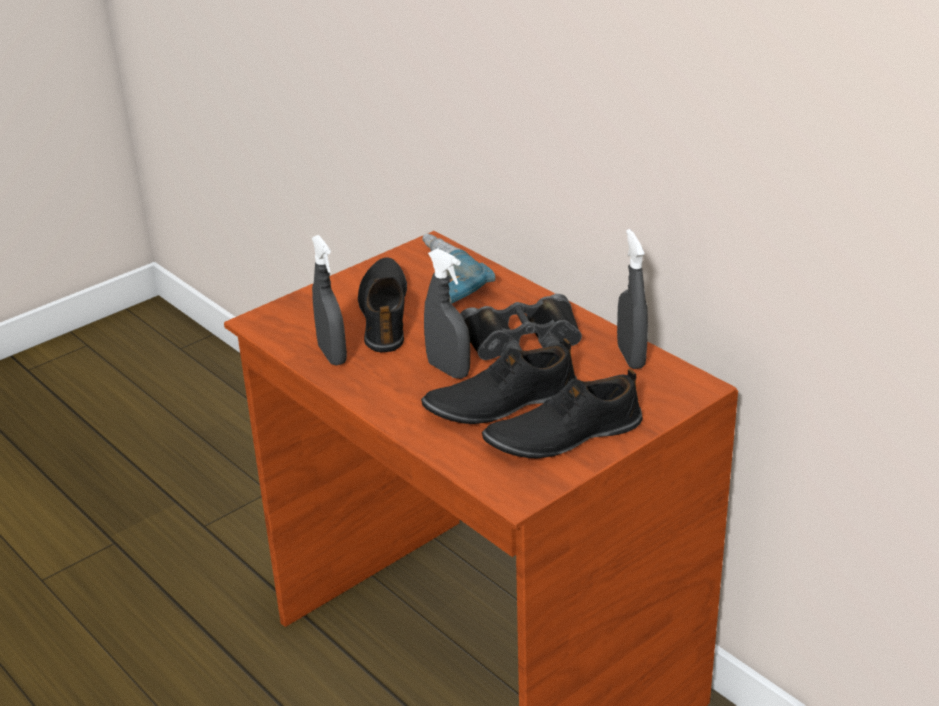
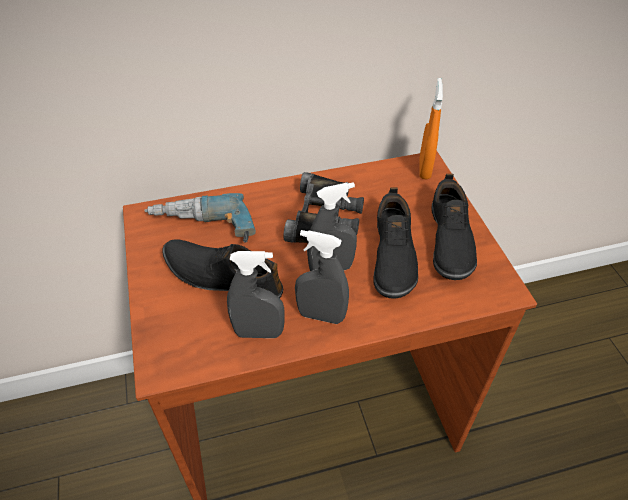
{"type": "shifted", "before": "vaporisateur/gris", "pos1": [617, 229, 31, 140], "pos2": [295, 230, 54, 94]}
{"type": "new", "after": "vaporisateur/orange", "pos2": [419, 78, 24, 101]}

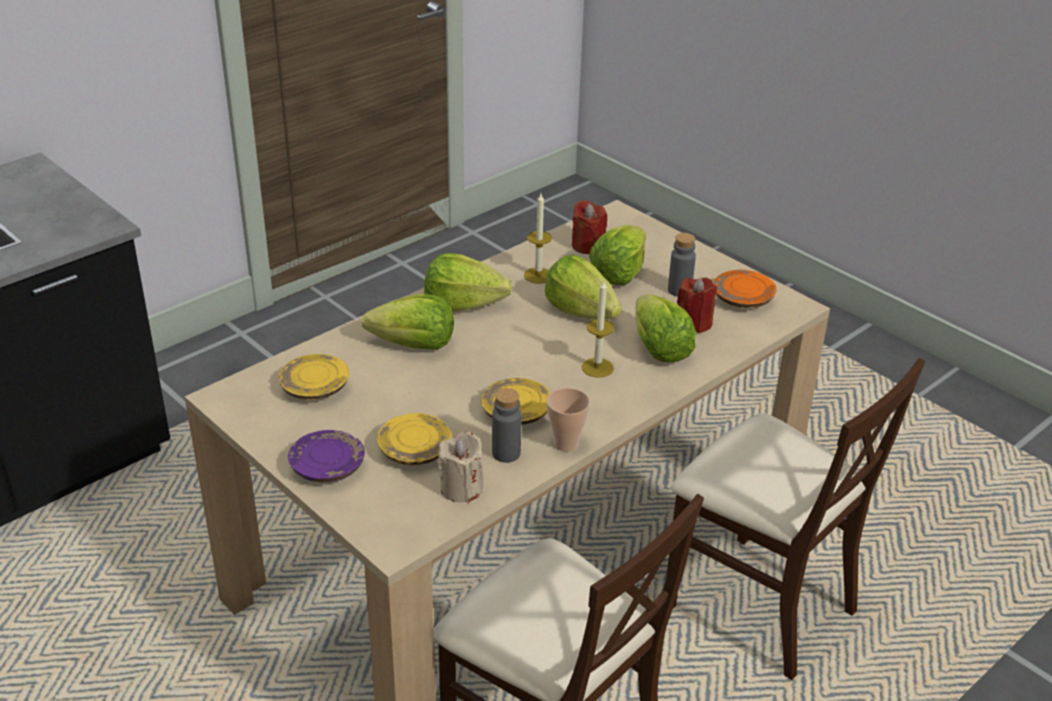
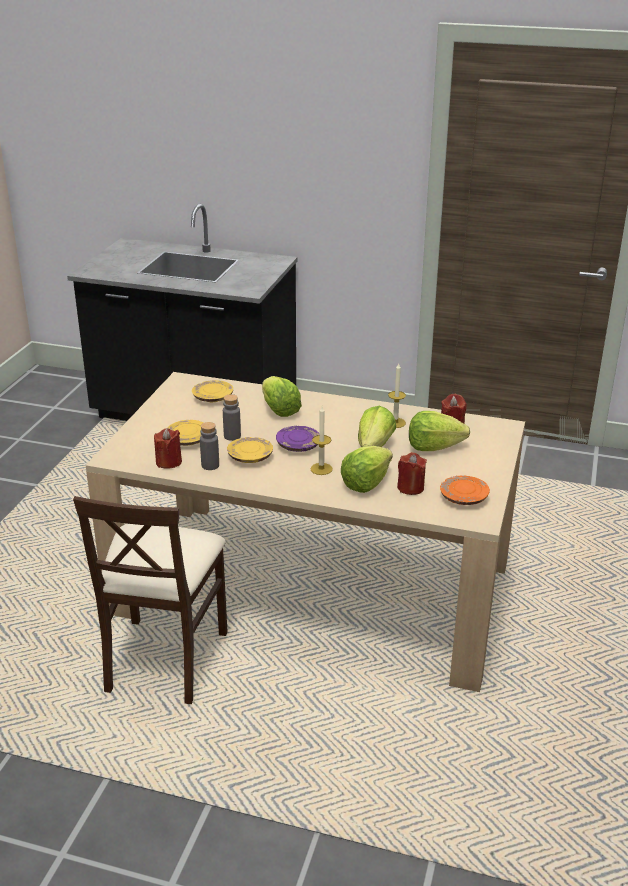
{"type": "shifted", "before": "bouteille/gris", "pos1": [668, 233, 28, 64], "pos2": [223, 394, 18, 47]}
{"type": "gone", "before": "laitue", "pos1": [424, 253, 88, 58]}
{"type": "gone", "before": "chaise/beige", "pos1": [666, 358, 259, 322]}
{"type": "gone", "before": "tasse", "pos1": [547, 388, 43, 64]}
{"type": "shifted", "before": "assiette/violet", "pos1": [288, 430, 77, 52], "pos2": [276, 426, 43, 26]}
{"type": "repainted", "before": "bougie/beige", "after": "bougie/rouge", "pos1": [437, 432, 46, 71], "pos2": [154, 428, 28, 41]}

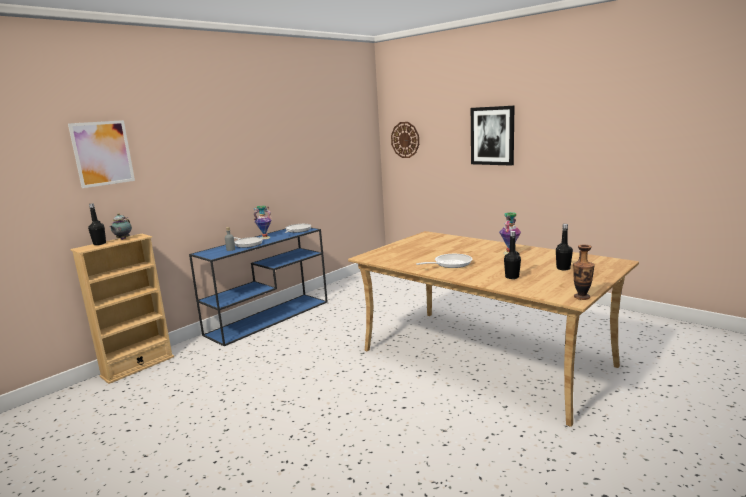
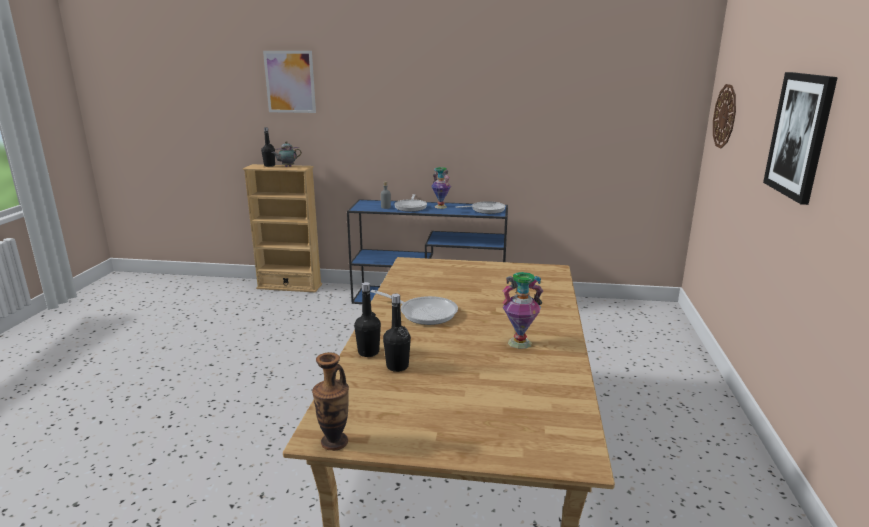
{"type": "shifted", "before": "bouteille/noir", "pos1": [556, 224, 17, 46], "pos2": [354, 282, 27, 75]}

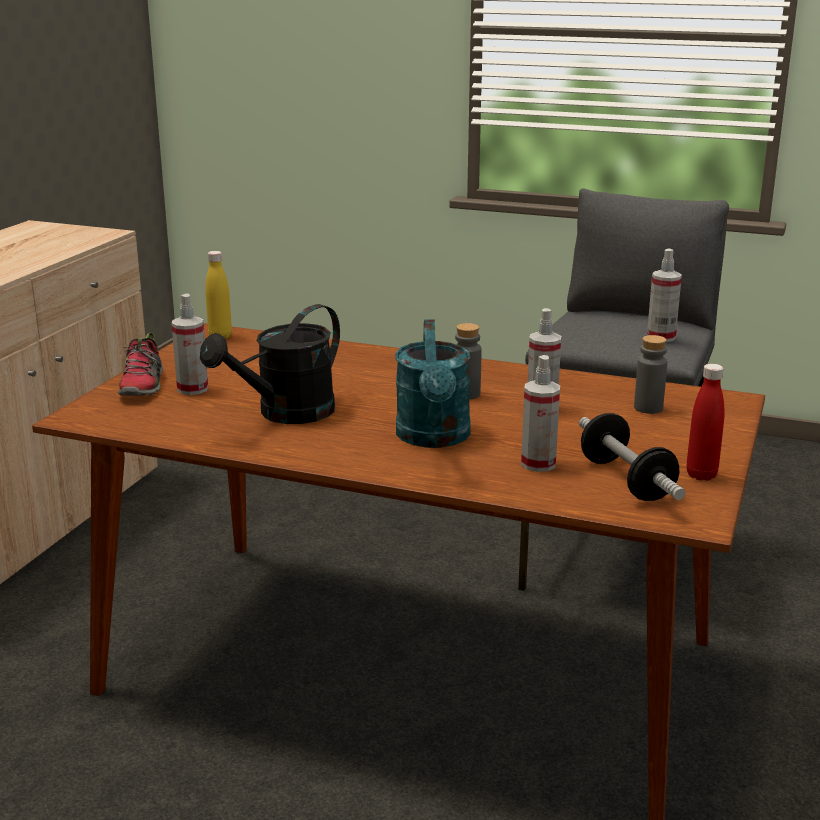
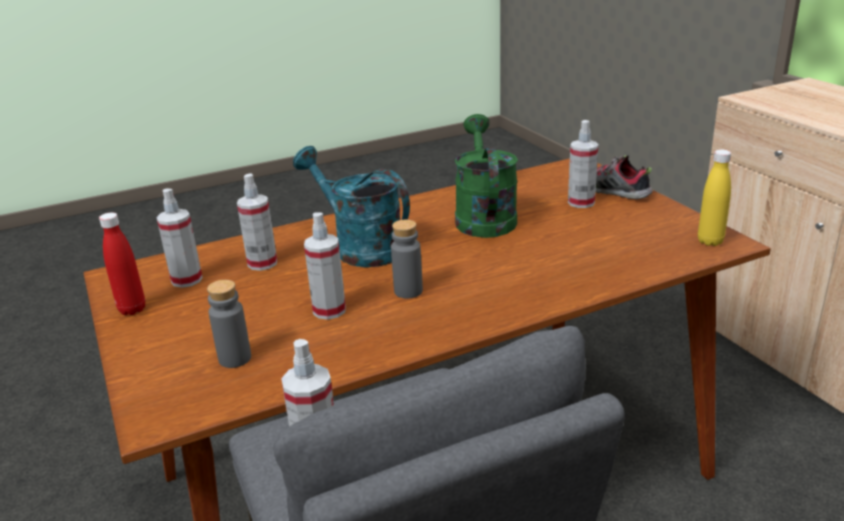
{"type": "repainted", "before": "arrosoir/noir", "after": "arrosoir/vert", "pos1": [200, 304, 140, 120], "pos2": [455, 114, 63, 124]}
{"type": "swapped", "before": "haltère", "after": "vaporisateur", "pos1": [579, 413, 107, 88], "pos2": [156, 189, 47, 99]}

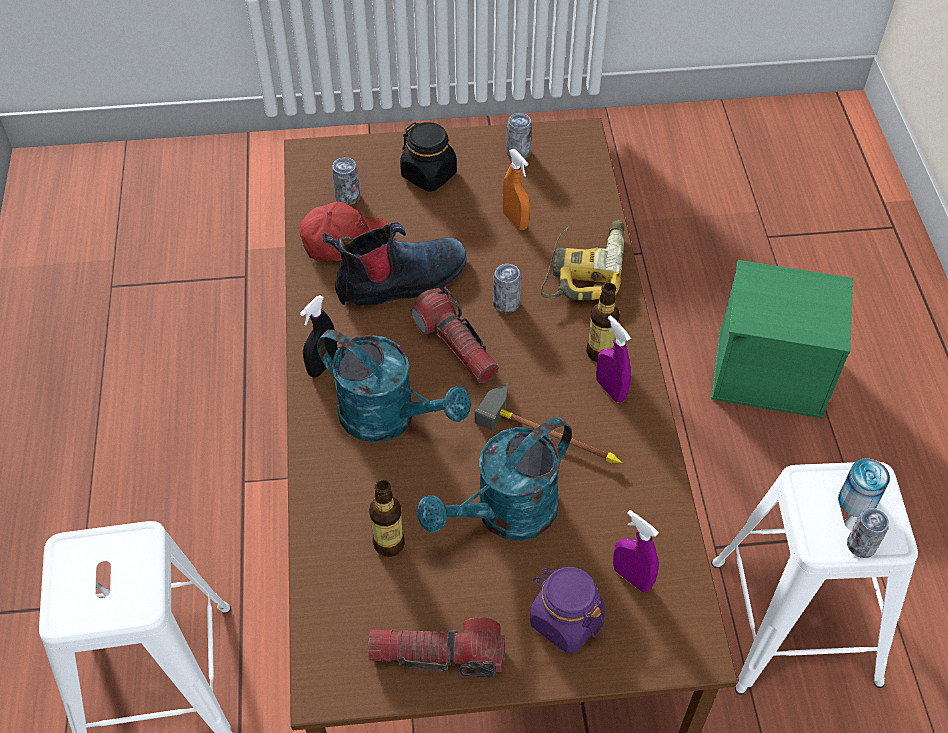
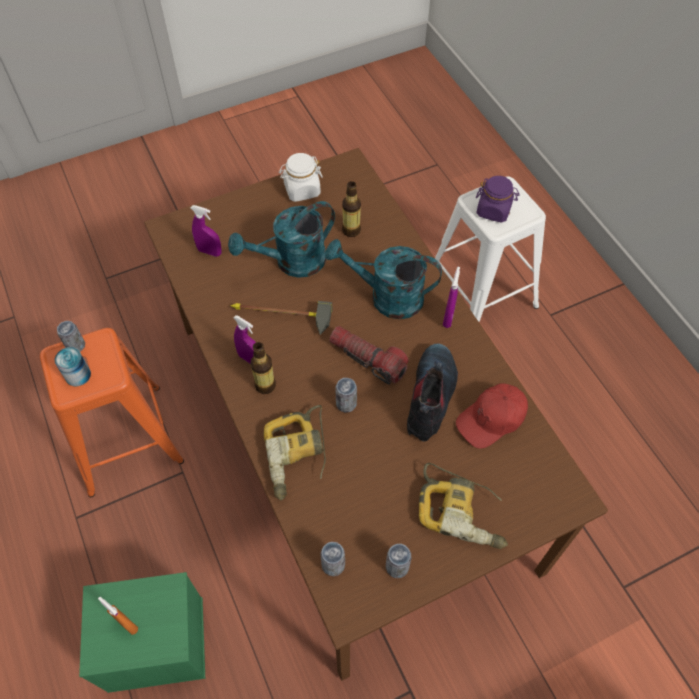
{"type": "swapped", "before": "bocal/noir", "after": "perceuse", "pos1": [400, 122, 57, 70], "pos2": [419, 463, 89, 86]}
{"type": "shifted", "before": "vaporisateur/orange", "pos1": [502, 149, 28, 81], "pos2": [98, 597, 40, 38]}
{"type": "shifted", "before": "boîte métallique", "pos1": [332, 157, 28, 48], "pos2": [320, 542, 25, 34]}
{"type": "rotated", "before": "botte", "pos1": [323, 222, 144, 84], "pos2": [407, 344, 51, 97], "turn": 150}
{"type": "repainted", "before": "vaporisateur/noir", "after": "vaporisateur/violet", "pos1": [300, 295, 37, 83], "pos2": [443, 267, 17, 61]}
{"type": "rotated", "before": "arrosoir/turquoise", "pos1": [417, 417, 155, 124], "pos2": [228, 201, 107, 77], "turn": -150}
{"type": "repainted", "before": "tabouret/blanc", "after": "tabouret/orange", "pos1": [711, 462, 207, 233], "pos2": [40, 328, 144, 169]}
{"type": "shifted", "before": "bocal/violet", "pos1": [530, 567, 75, 86], "pos2": [476, 176, 44, 47]}
{"type": "swapped", "before": "lampe de poche", "after": "bocal/blanc", "pos1": [368, 617, 137, 61], "pos2": [279, 153, 44, 49]}

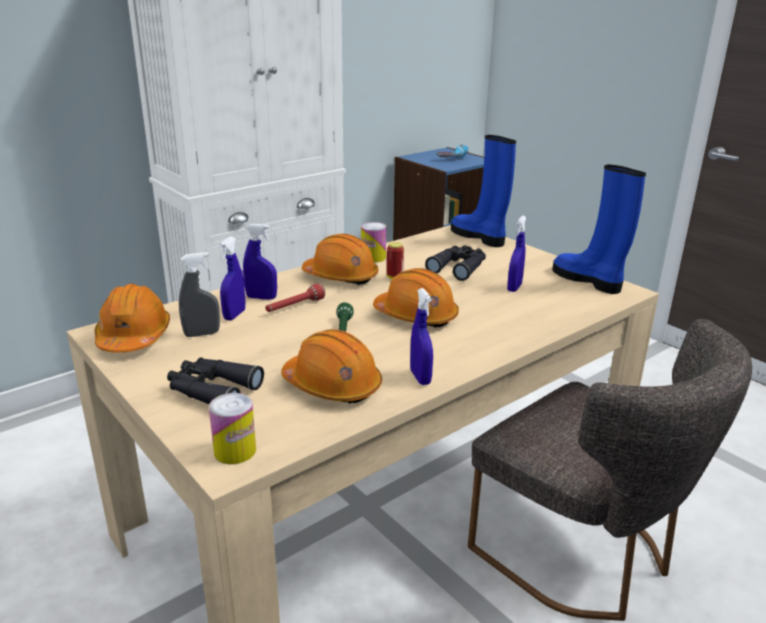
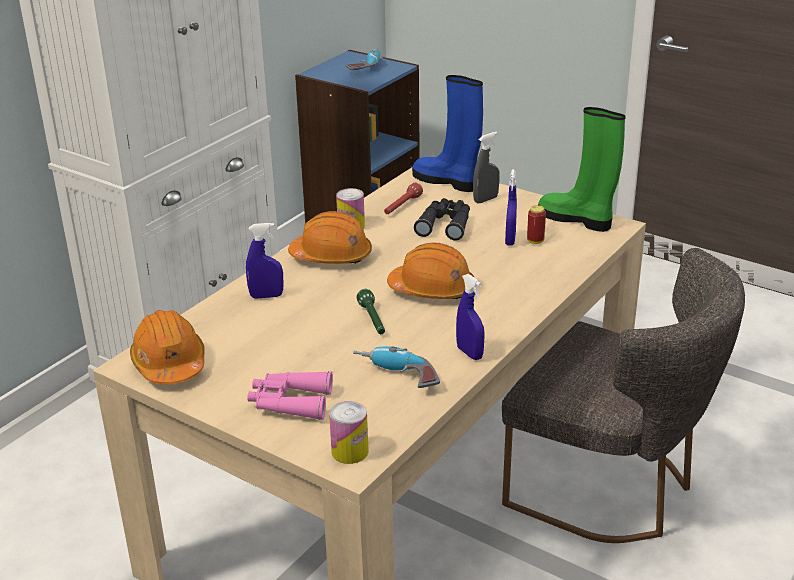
{"type": "repainted", "before": "botte/bleu", "after": "botte/vert", "pos1": [552, 165, 94, 129], "pos2": [538, 107, 87, 125]}
{"type": "gone", "before": "vaporisateur/bleu", "pos1": [219, 237, 26, 83]}
{"type": "shifted", "before": "boîte métallique", "pos1": [387, 242, 17, 37], "pos2": [527, 205, 19, 39]}
{"type": "shifted", "before": "vaporisateur/gris", "pos1": [179, 252, 41, 85], "pos2": [473, 132, 26, 71]}
{"type": "shifted", "before": "lampe de poche/rouge", "pos1": [265, 283, 60, 29], "pos2": [384, 183, 39, 31]}
{"type": "swapped", "before": "casque de chantier/orange", "after": "perceuse", "pos1": [281, 329, 101, 75], "pos2": [353, 346, 87, 42]}
{"type": "repainted", "before": "jumelles/noir", "after": "jumelles/rose", "pos1": [167, 357, 97, 47], "pos2": [247, 371, 86, 49]}

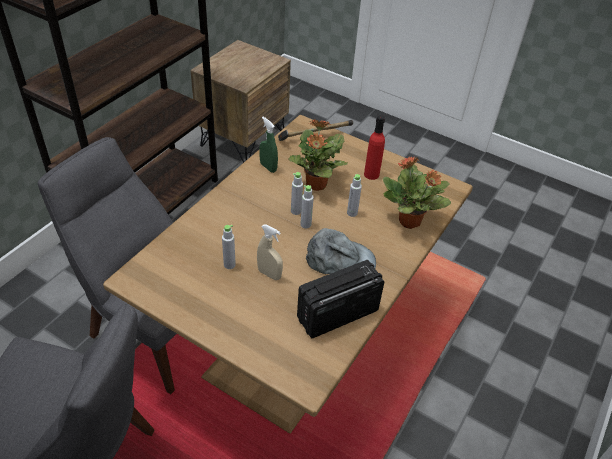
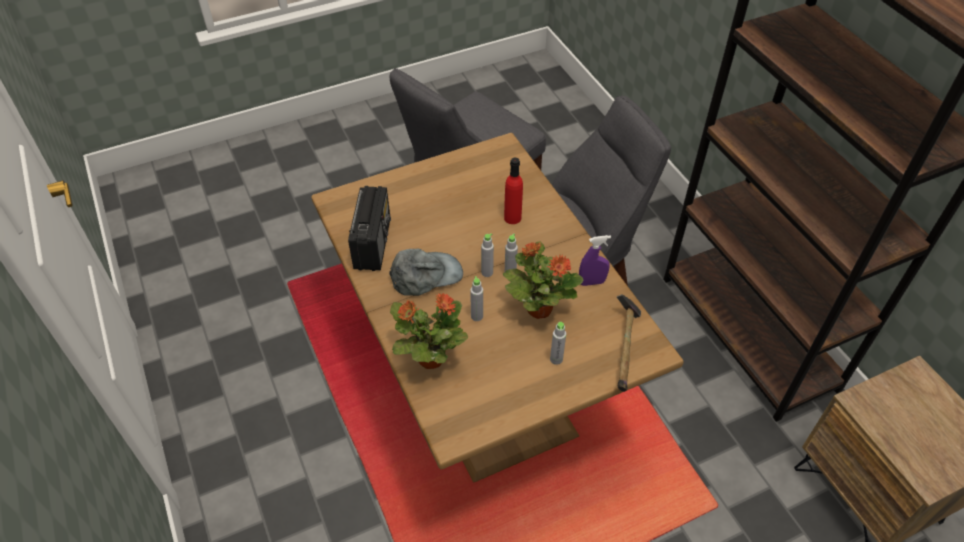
{"type": "shifted", "before": "bouteille/rouge", "pos1": [364, 115, 21, 65], "pos2": [504, 158, 19, 66]}
{"type": "repainted", "before": "vaporisateur/vert", "after": "vaporisateur/violet", "pos1": [259, 117, 19, 56], "pos2": [579, 235, 32, 51]}
{"type": "gone", "before": "vaporisateur/beige", "pos1": [257, 224, 26, 56]}
{"type": "shifted", "before": "bouteille/gris", "pos1": [222, 225, 14, 44], "pos2": [550, 322, 16, 43]}
{"type": "rotated", "before": "casquette/gris", "pos1": [306, 228, 70, 46], "pos2": [389, 249, 74, 47], "turn": -150}

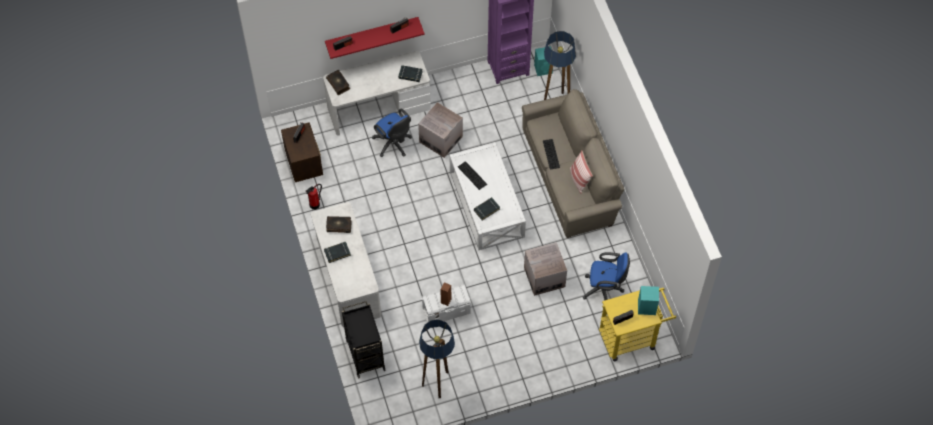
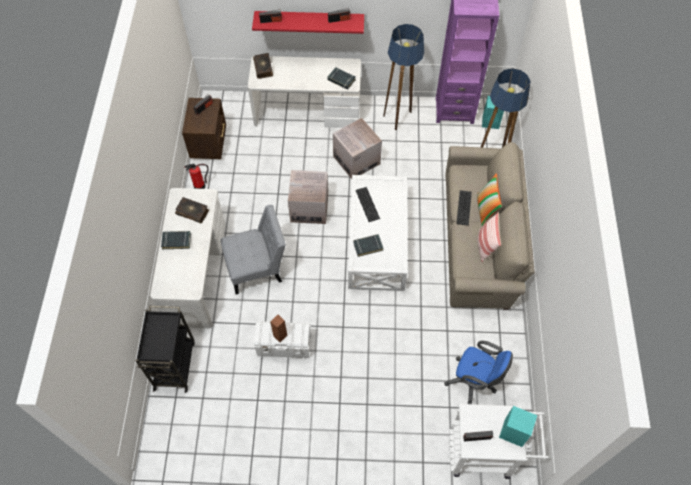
{"type": "gone", "before": "chaise de bureau/bleu", "pos1": [372, 109, 40, 48]}
{"type": "shifted", "before": "carton", "pos1": [524, 242, 43, 54], "pos2": [288, 170, 40, 54]}
{"type": "repainted", "before": "chariot/jaune", "after": "chariot/blanc", "pos1": [599, 288, 77, 73], "pos2": [449, 404, 100, 75]}
{"type": "shifted", "before": "lampadaire", "pos1": [419, 320, 36, 78], "pos2": [383, 24, 41, 106]}
{"type": "new", "after": "coussin", "pos2": [477, 173, 25, 53]}
{"type": "new", "after": "chaise/gris", "pos2": [221, 205, 65, 89]}

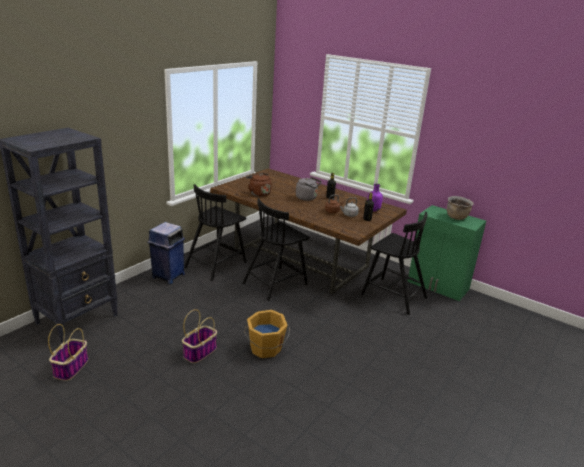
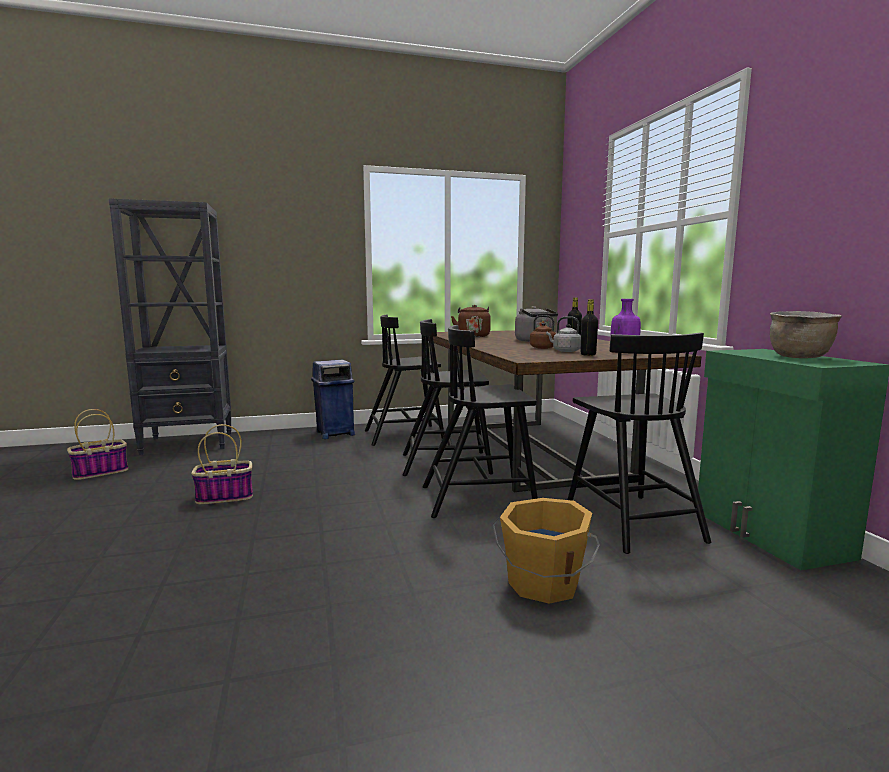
{"type": "shifted", "before": "seau/orange", "pos1": [244, 310, 46, 48], "pos2": [493, 498, 107, 106]}
{"type": "new", "after": "chaise/noir", "pos2": [423, 325, 115, 193]}

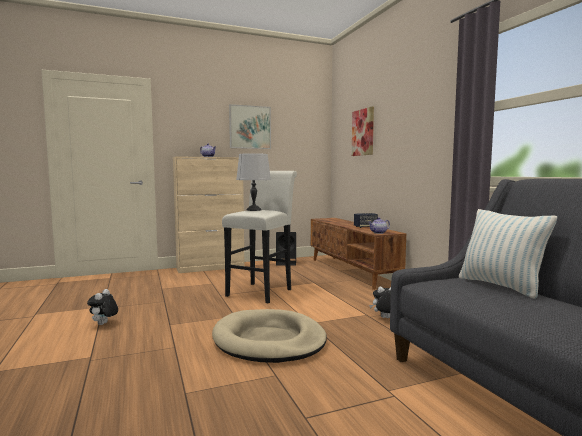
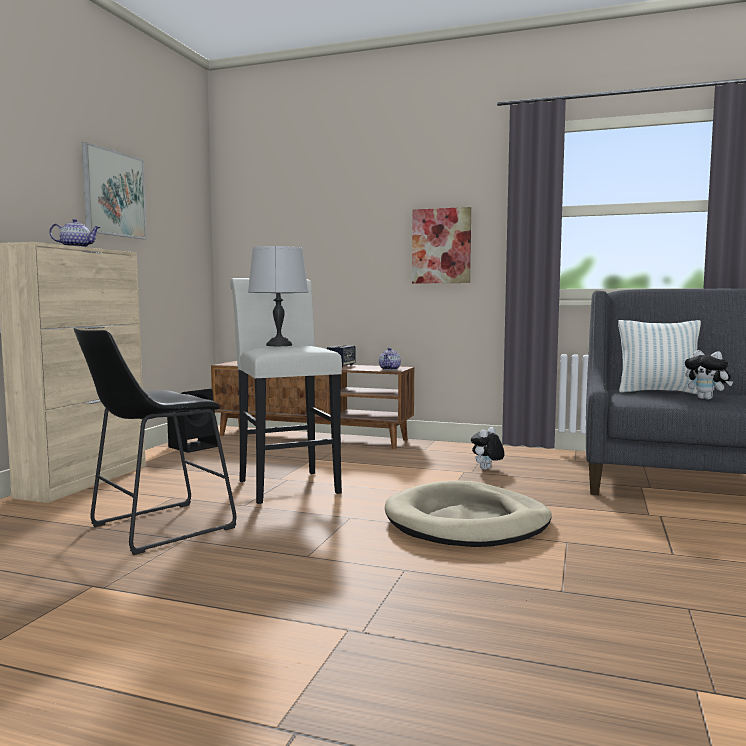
{"type": "shifted", "before": "tableau", "pos1": [352, 107, 22, 49], "pos2": [412, 207, 59, 77]}
{"type": "shifted", "before": "peluche", "pos1": [87, 289, 31, 36], "pos2": [685, 350, 48, 50]}
{"type": "new", "after": "tabouret/noir", "pos2": [74, 328, 162, 227]}

